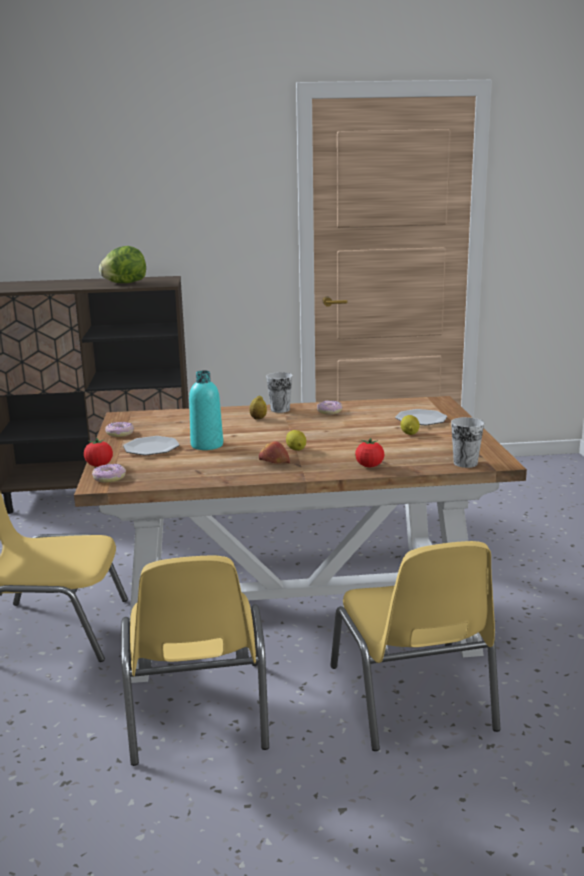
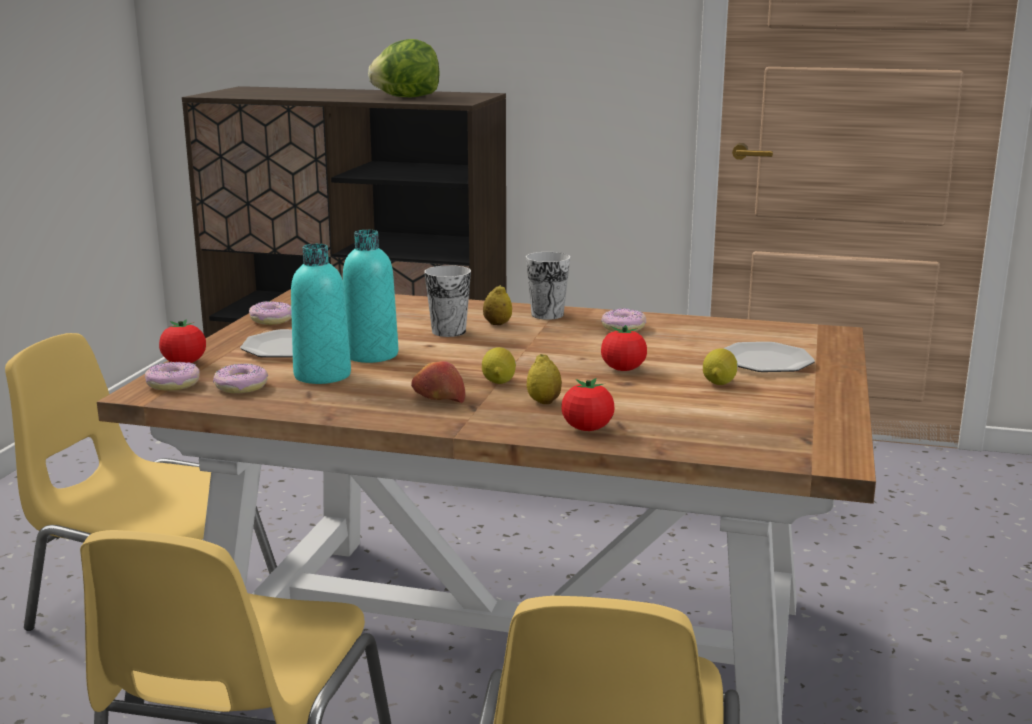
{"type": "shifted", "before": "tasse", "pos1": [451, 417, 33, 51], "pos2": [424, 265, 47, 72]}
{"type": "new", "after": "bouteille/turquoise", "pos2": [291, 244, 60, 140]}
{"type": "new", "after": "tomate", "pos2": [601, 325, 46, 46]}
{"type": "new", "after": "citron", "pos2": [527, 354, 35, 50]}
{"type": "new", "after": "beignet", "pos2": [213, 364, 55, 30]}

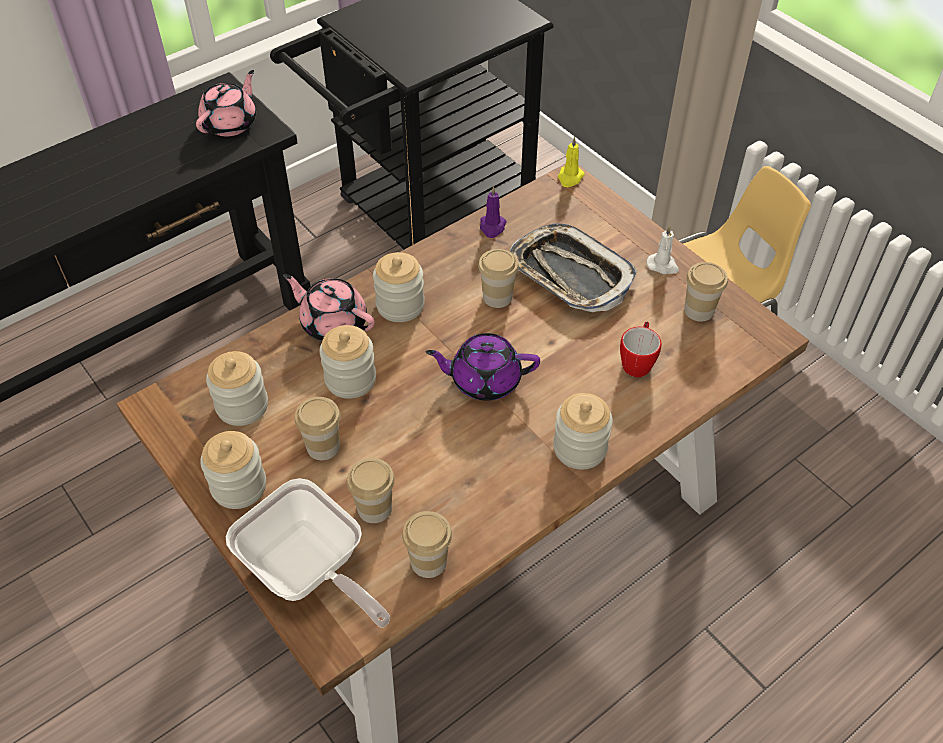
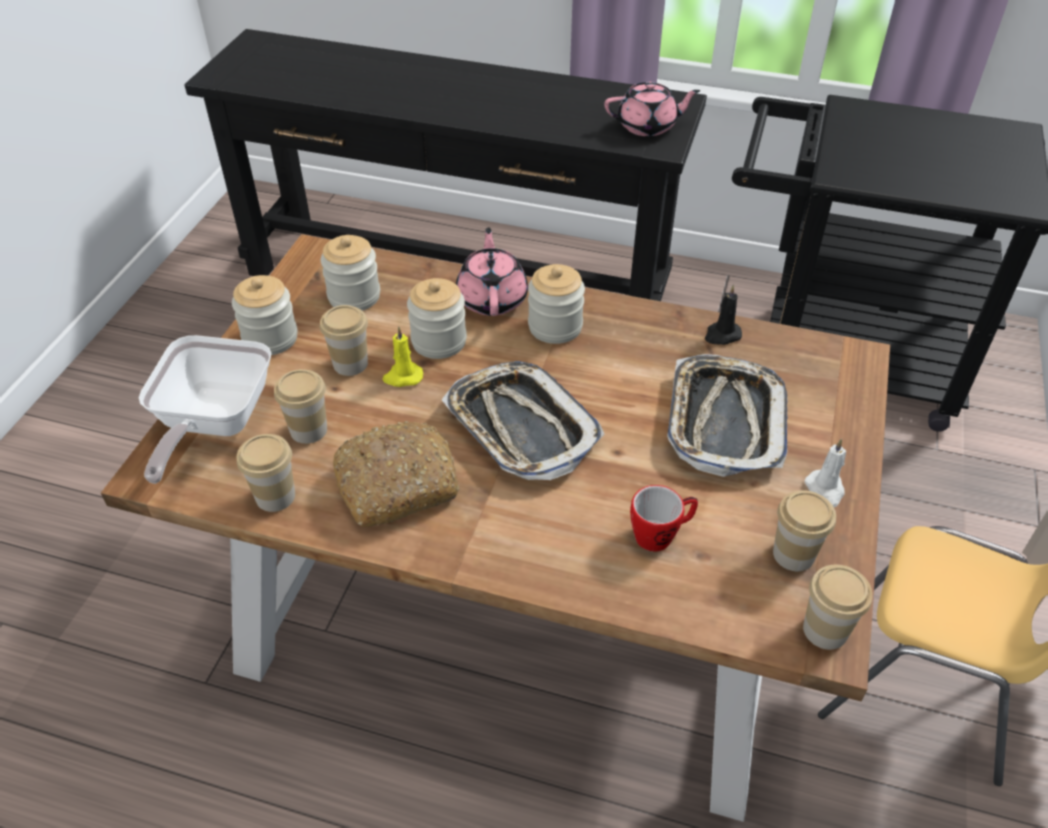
{"type": "shifted", "before": "bougie/jaune", "pos1": [558, 137, 27, 50], "pos2": [382, 326, 41, 61]}
{"type": "repainted", "before": "bougie/violet", "after": "bougie/noir", "pos1": [480, 186, 27, 52], "pos2": [705, 285, 37, 60]}
{"type": "shifted", "before": "tasse", "pos1": [478, 249, 41, 59], "pos2": [803, 565, 70, 85]}
{"type": "swapped", "before": "théière/violet", "after": "plateau", "pos1": [426, 333, 114, 68], "pos2": [442, 361, 163, 119]}
{"type": "gone", "before": "bocal", "pos1": [553, 393, 60, 76]}
{"type": "new", "after": "pain", "pos2": [333, 421, 126, 106]}

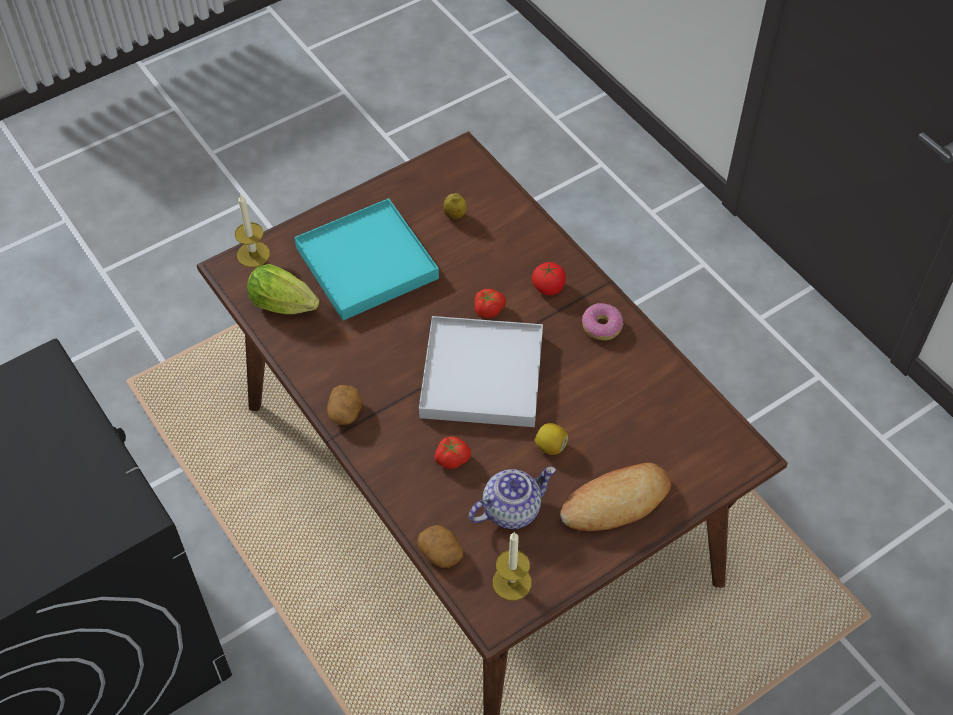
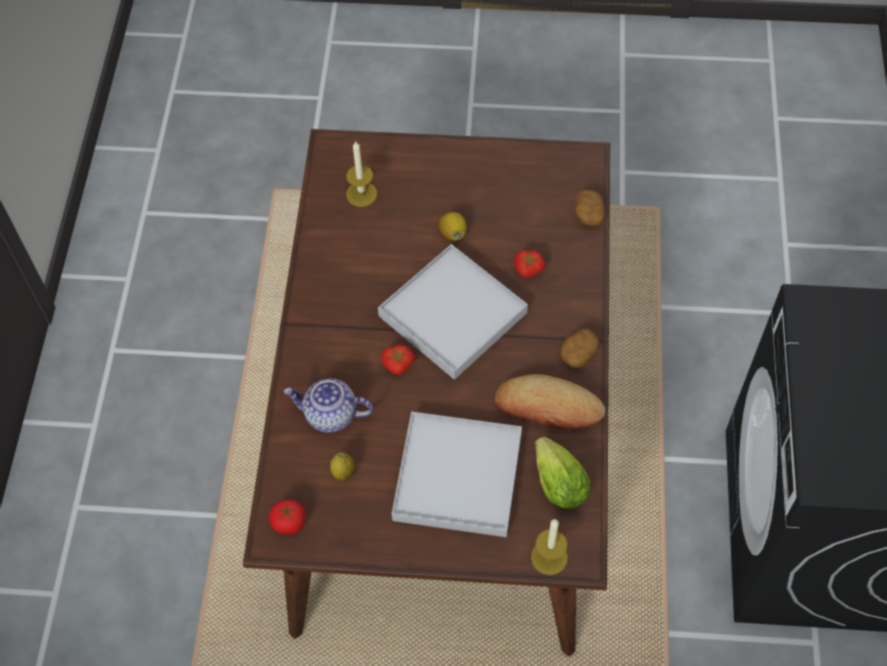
{"type": "repainted", "before": "plateau/turquoise", "after": "plateau/blanc", "pos1": [294, 198, 145, 123], "pos2": [392, 412, 130, 125]}
{"type": "shifted", "before": "tomate", "pos1": [532, 262, 34, 33], "pos2": [269, 500, 36, 35]}
{"type": "gone", "before": "beignet", "pos1": [582, 303, 41, 37]}
{"type": "shifted", "before": "pain", "pos1": [560, 463, 111, 68], "pos2": [495, 374, 110, 55]}
{"type": "shifted", "before": "théière", "pos1": [469, 466, 87, 63], "pos2": [284, 379, 89, 54]}
{"type": "shifted", "before": "bougie", "pos1": [493, 532, 39, 69], "pos2": [346, 141, 31, 66]}

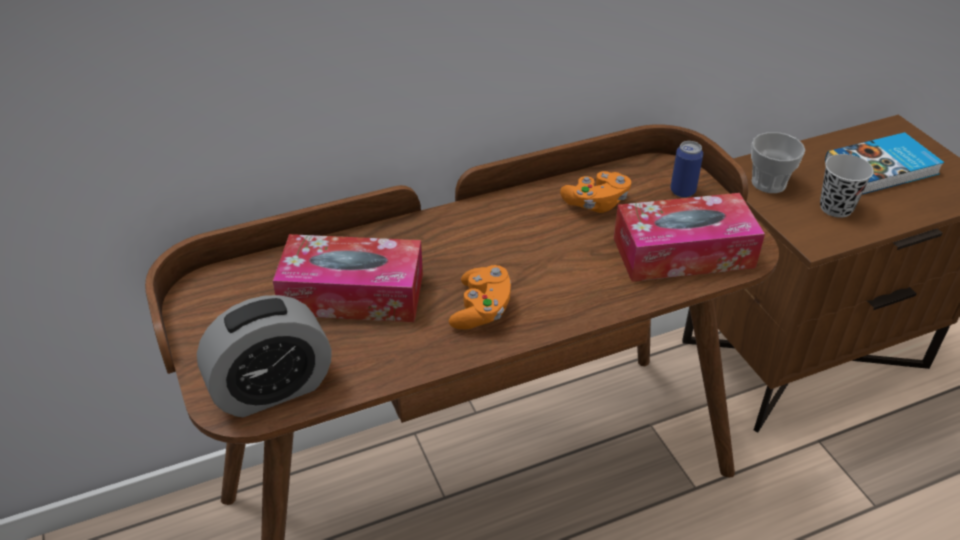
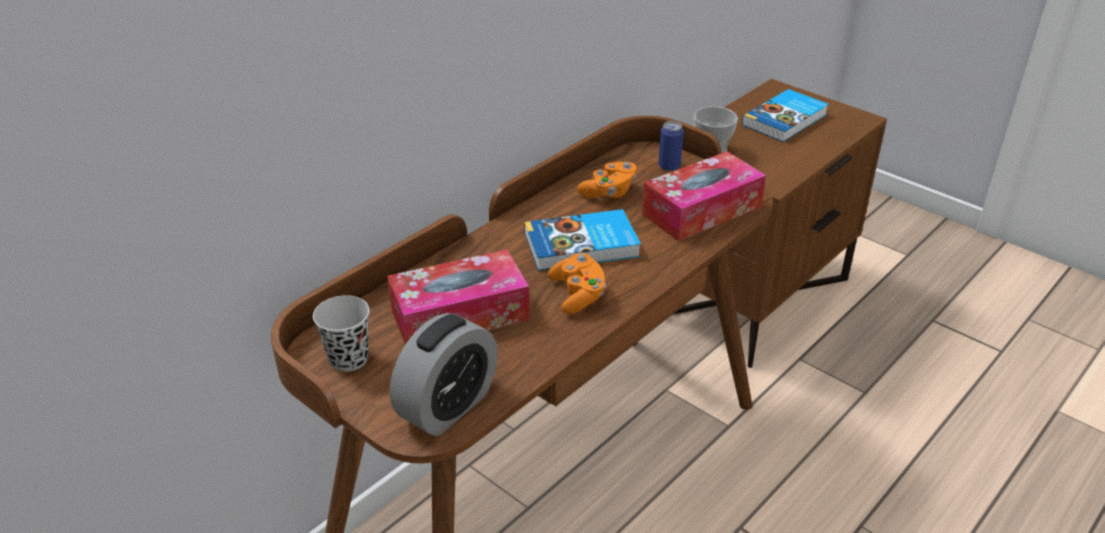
{"type": "shifted", "before": "tasse/noir", "pos1": [820, 154, 54, 64], "pos2": [313, 295, 57, 77]}
{"type": "new", "after": "livre", "pos2": [524, 209, 117, 62]}

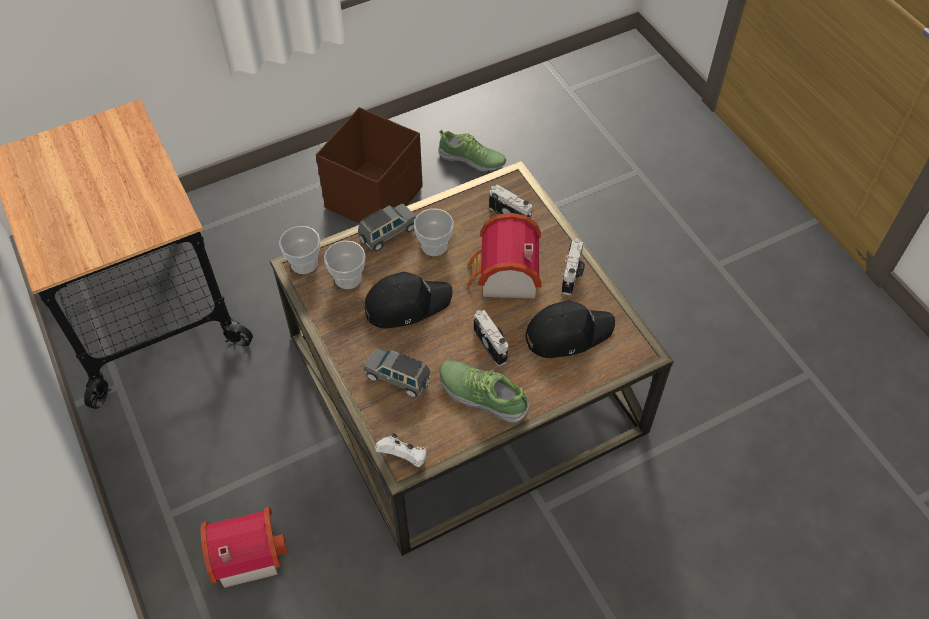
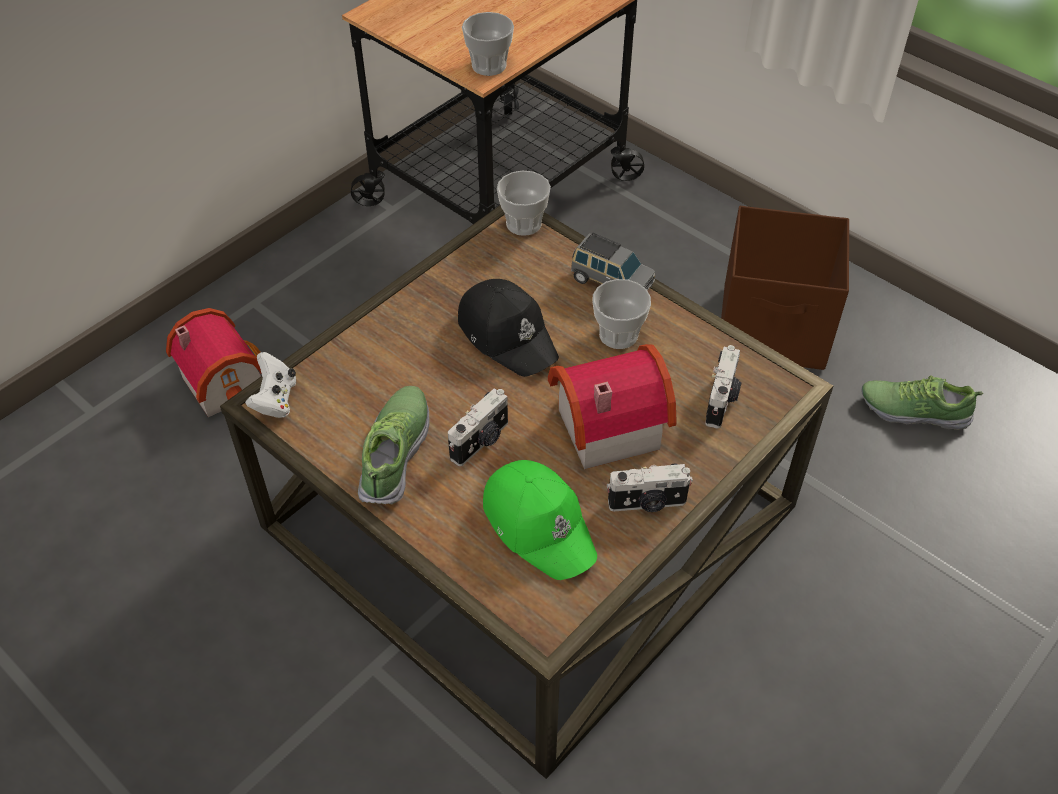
{"type": "rotated", "before": "chaussure", "pos1": [438, 130, 68, 41], "pos2": [861, 375, 122, 55], "turn": 105}
{"type": "shifted", "before": "tasse", "pos1": [324, 241, 41, 48], "pos2": [462, 12, 52, 64]}
{"type": "repainted", "before": "casquette/noir", "after": "casquette/vert", "pos1": [526, 300, 89, 58], "pos2": [483, 460, 114, 120]}
{"type": "gone", "before": "petite voiture/gris", "pos1": [364, 348, 67, 50]}

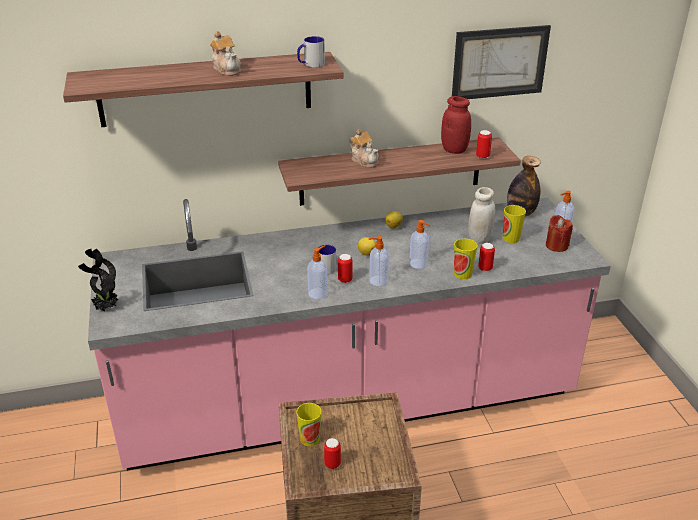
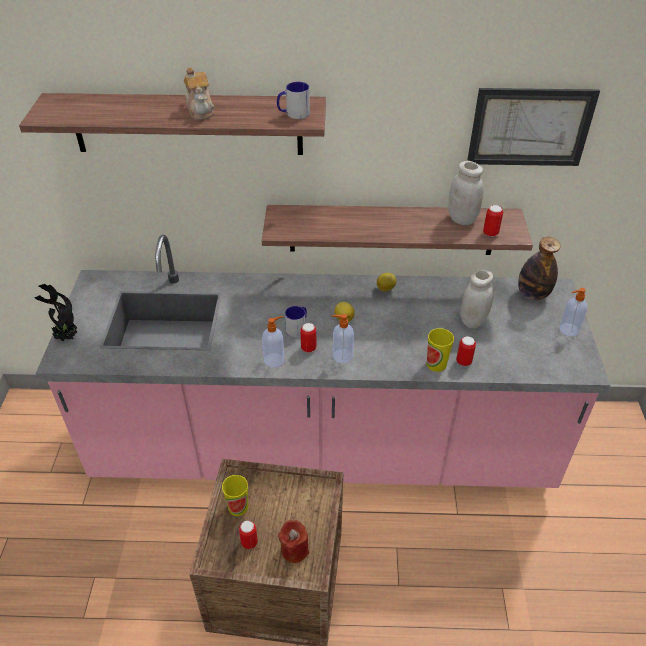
{"type": "repainted", "before": "bocal/rouge", "after": "bocal/blanc", "pos1": [441, 96, 30, 58], "pos2": [448, 161, 36, 64]}
{"type": "gone", "before": "théière", "pos1": [349, 129, 30, 39]}
{"type": "gone", "before": "tasse", "pos1": [503, 205, 23, 38]}
{"type": "shifted", "before": "bougie/rouge", "pos1": [546, 215, 27, 37], "pos2": [278, 520, 31, 43]}
{"type": "gone", "before": "distributeur de savon", "pos1": [409, 220, 21, 49]}

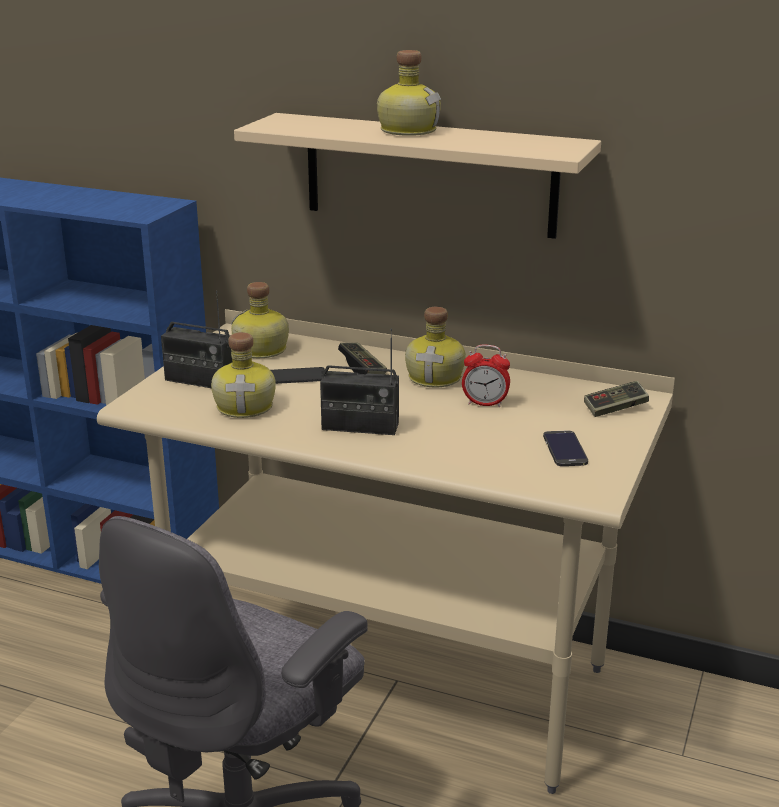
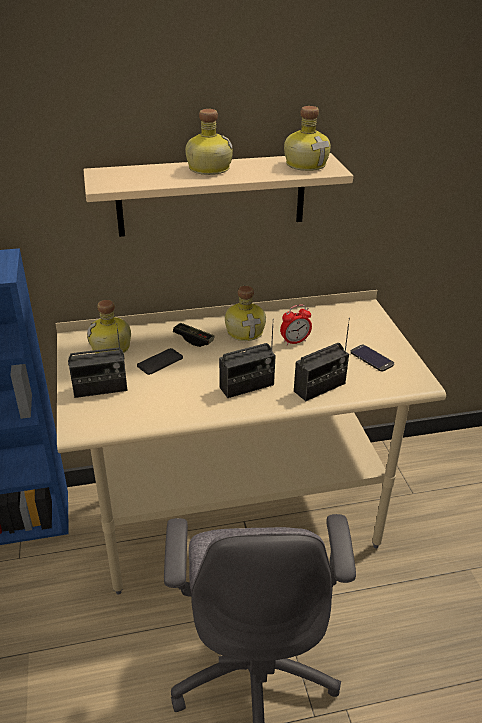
{"type": "shifted", "before": "bouteille", "pos1": [211, 332, 65, 86], "pos2": [284, 106, 47, 65]}
{"type": "gone", "before": "manette", "pos1": [584, 381, 65, 36]}
{"type": "new", "after": "radio", "pos2": [294, 318, 56, 83]}

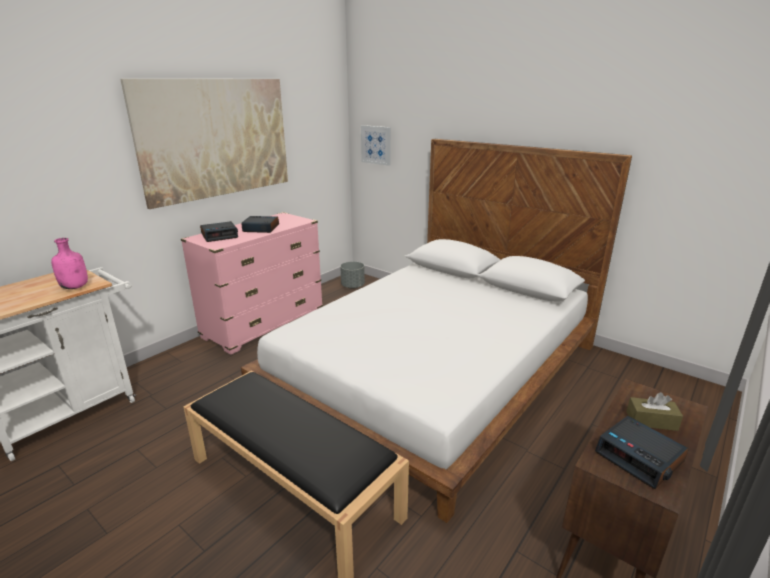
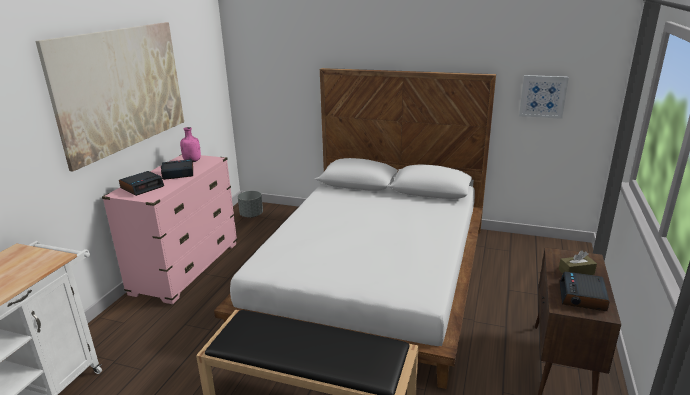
{"type": "shifted", "before": "tableau", "pos1": [361, 125, 30, 41], "pos2": [519, 75, 50, 44]}
{"type": "shifted", "before": "bouteille/rose", "pos1": [51, 238, 37, 51], "pos2": [180, 127, 21, 35]}
{"type": "rotated", "before": "réveil", "pos1": [595, 416, 94, 73], "pos2": [560, 271, 50, 40], "turn": 75}

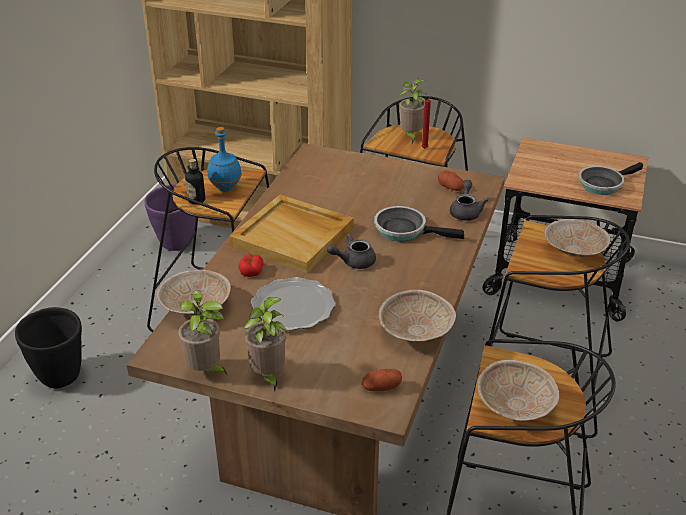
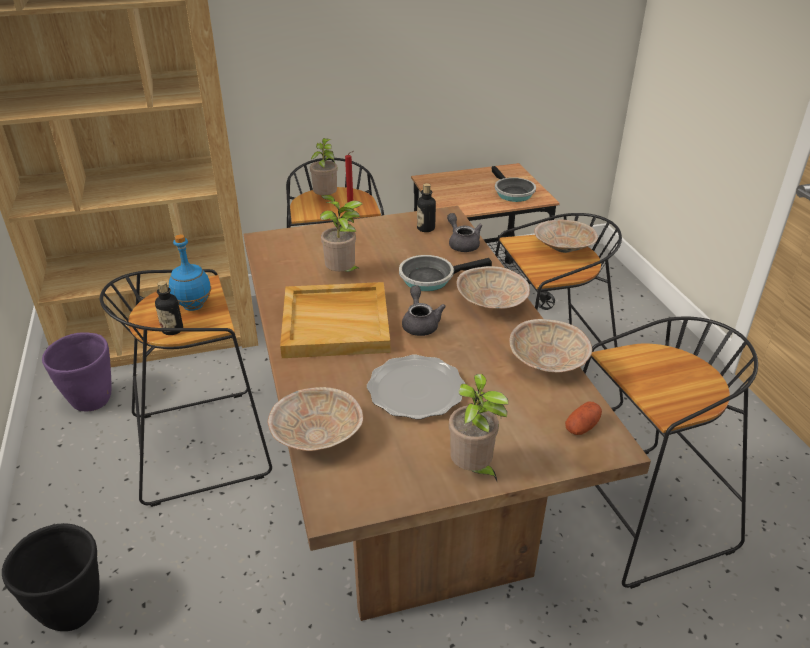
{"type": "rotated", "before": "poêle", "pos1": [578, 162, 65, 33], "pos2": [491, 166, 45, 36], "turn": -45}
{"type": "swapped", "before": "pomme de terre", "after": "bouteille", "pos1": [438, 170, 26, 21], "pos2": [417, 183, 19, 49]}
{"type": "rotated", "before": "théière/gris", "pos1": [327, 234, 49, 35], "pos2": [402, 286, 44, 50], "turn": 135}
{"type": "gone", "before": "tomate", "pos1": [238, 254, 26, 23]}
{"type": "shifted", "before": "plante en pot", "pos1": [178, 290, 50, 86], "pos2": [320, 201, 42, 71]}
{"type": "shifted", "before": "bol/beige", "pos1": [478, 360, 82, 61], "pos2": [457, 266, 73, 43]}

